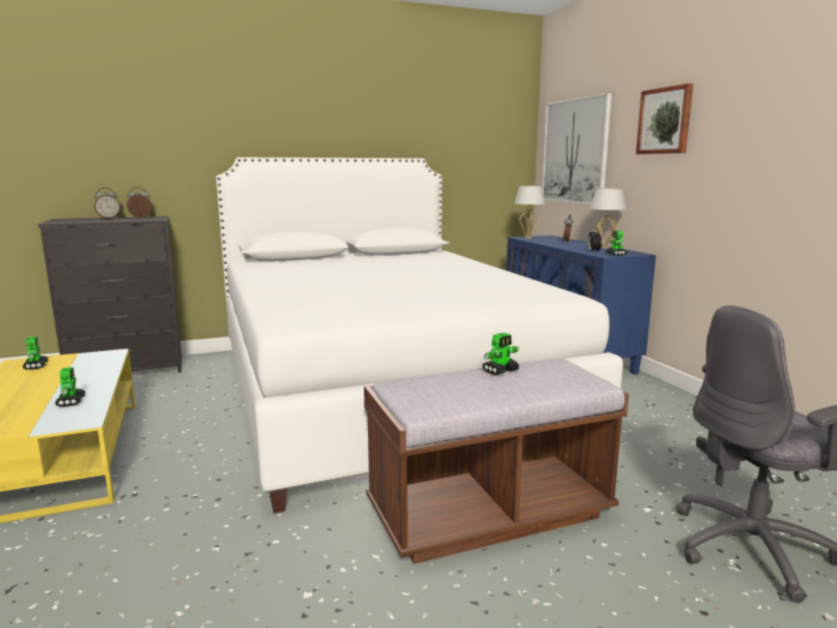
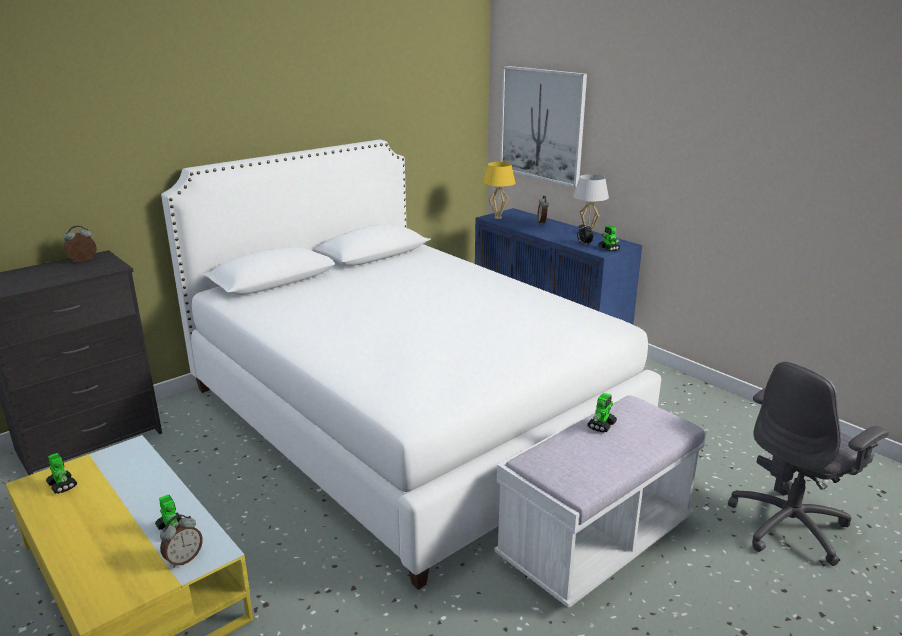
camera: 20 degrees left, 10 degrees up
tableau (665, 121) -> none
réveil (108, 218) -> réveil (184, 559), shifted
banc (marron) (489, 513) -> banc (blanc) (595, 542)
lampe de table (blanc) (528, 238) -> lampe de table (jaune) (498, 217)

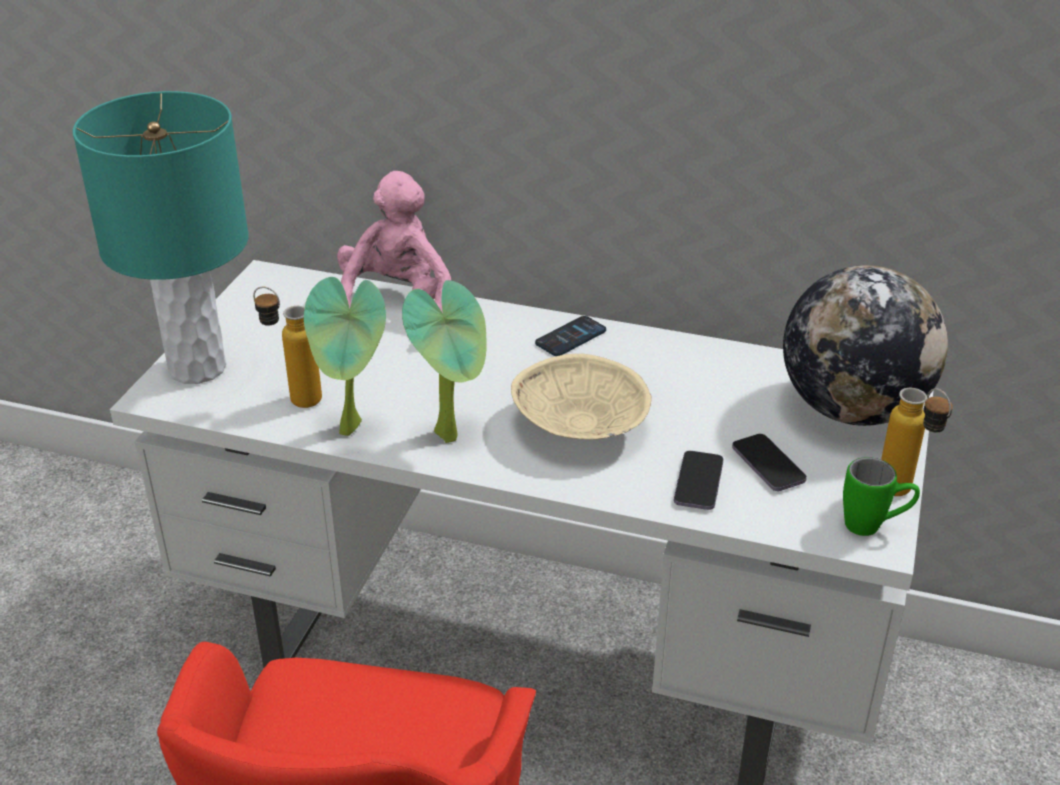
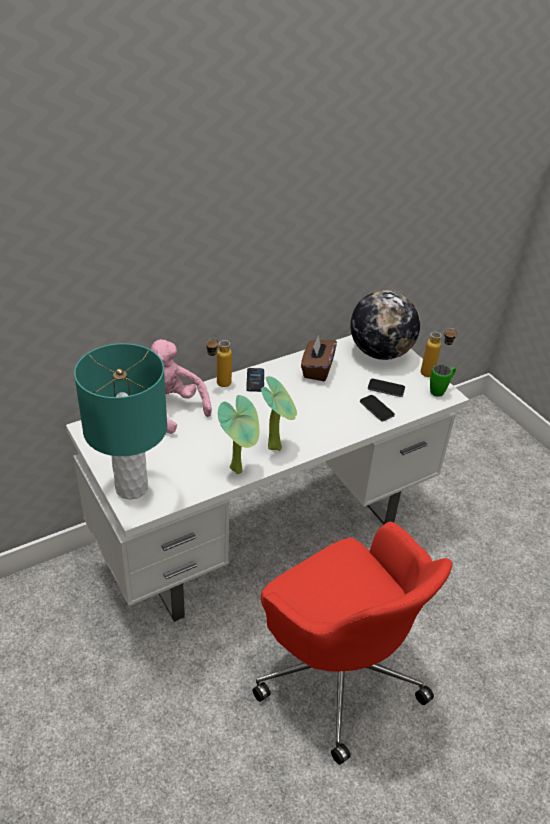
camera: 50 degrees left, 5 degrees up
bol (beige) (581, 426) -> none
none -> boîte à mouchoirs (marron) (317, 369)
bouteille (294, 398) -> bouteille (218, 385), shifted

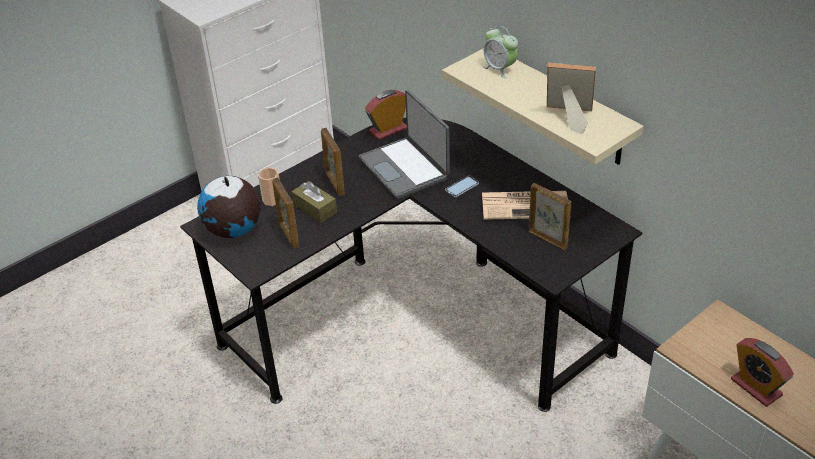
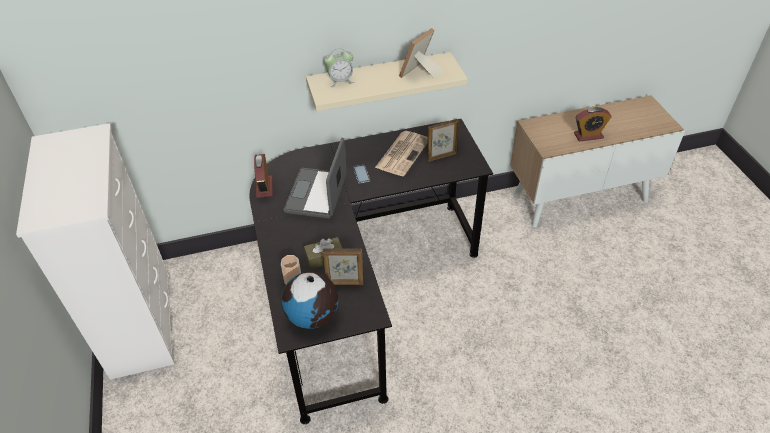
camera: 65 degrees left, 5 degrees up
cadre photo (334, 183) -> none
ordinateur portable (405, 168) -> ordinateur portable (317, 194), 105 degrees clockwise

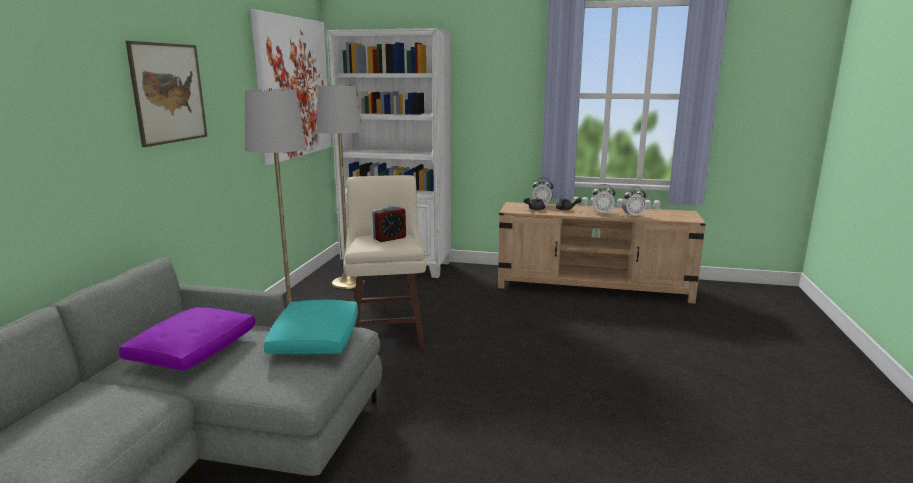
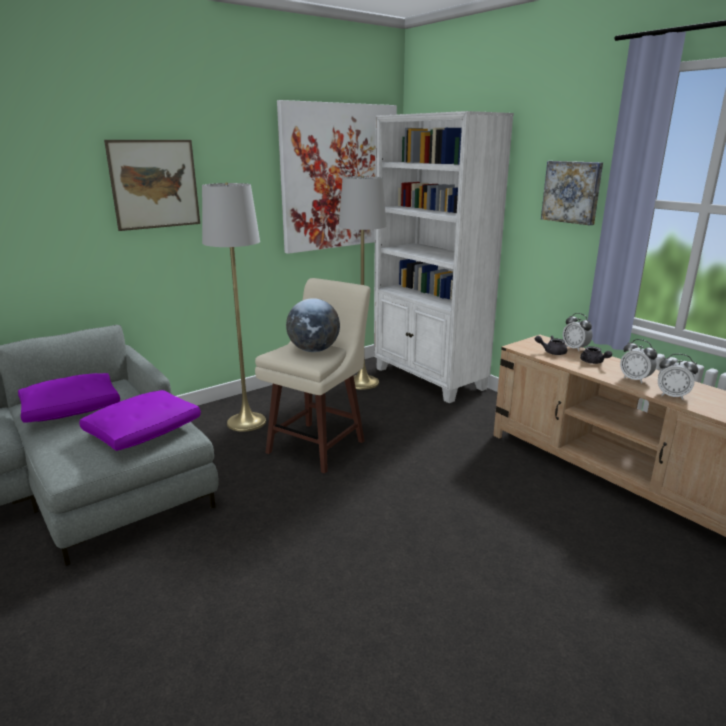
camera: 40 degrees right, 5 degrees up
none -> tableau (572, 192)
réveil (389, 238) -> globe (314, 350)
coussin (turquoise) (315, 340) -> coussin (violet) (144, 431)

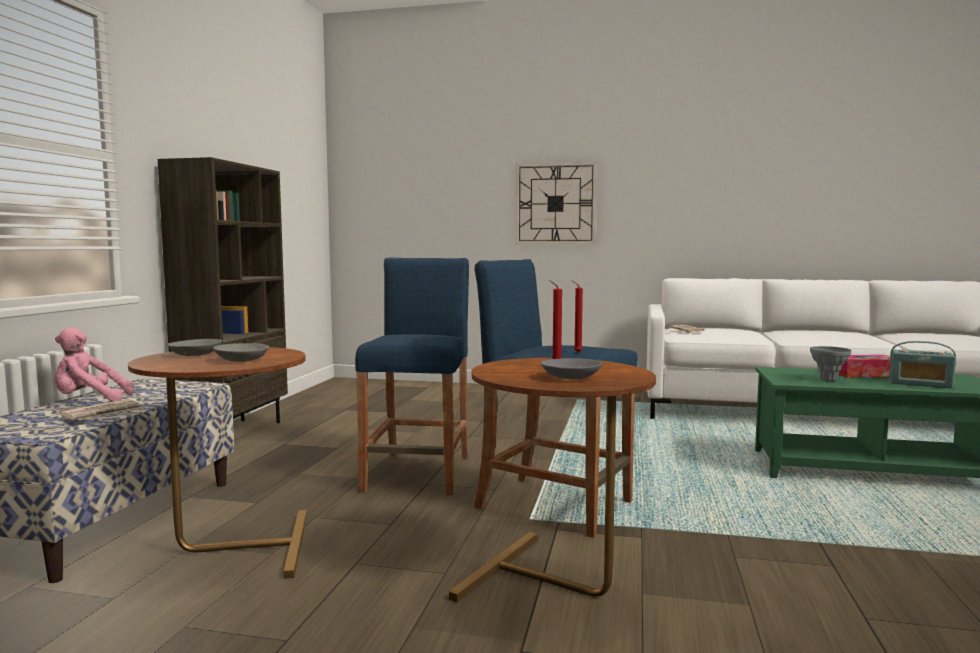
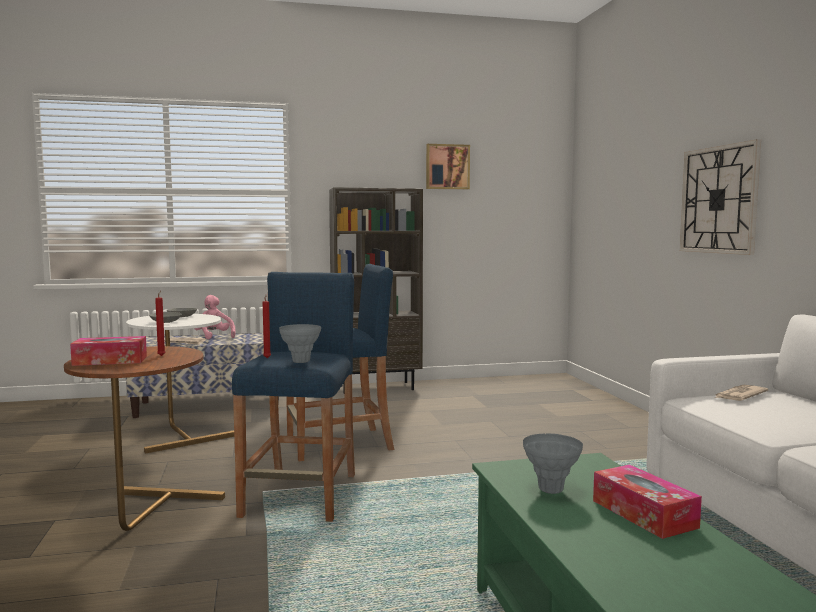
camera: 65 degrees right, 0 degrees up
radio (920, 384) -> none
none -> vase (gris) (300, 361)
none -> tableau (447, 167)
bol (gris) (570, 378) -> boîte à mouchoirs (110, 361)
table d'appoint (marron) (232, 549) -> table d'appoint (blanc) (180, 434)

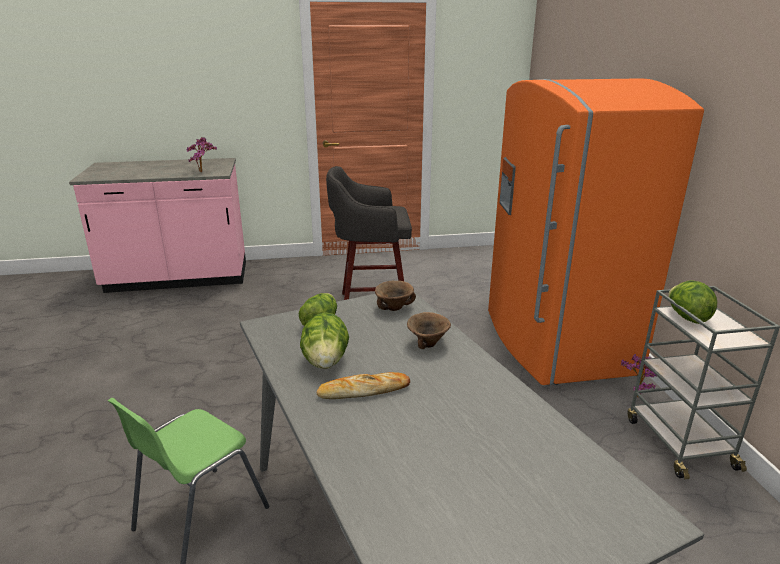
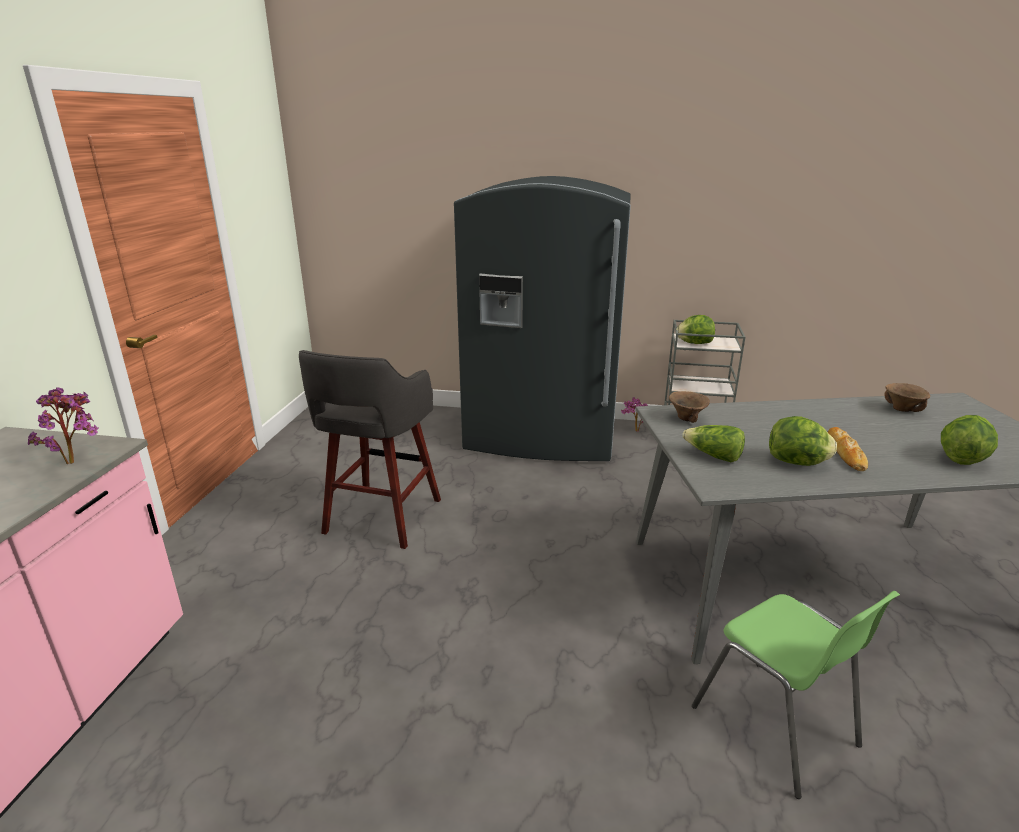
camera: 70 degrees left, 0 degrees up
none -> laitue (961, 459)
bol (marron) (428, 343) -> bol (marron) (901, 409), shifted
réfrigérateur (orange) (554, 342) -> réfrigérateur (gris) (541, 437)

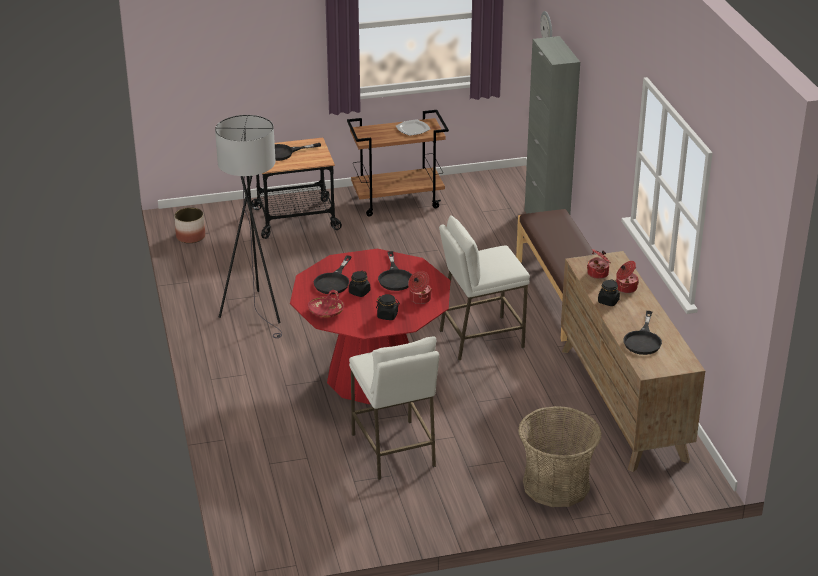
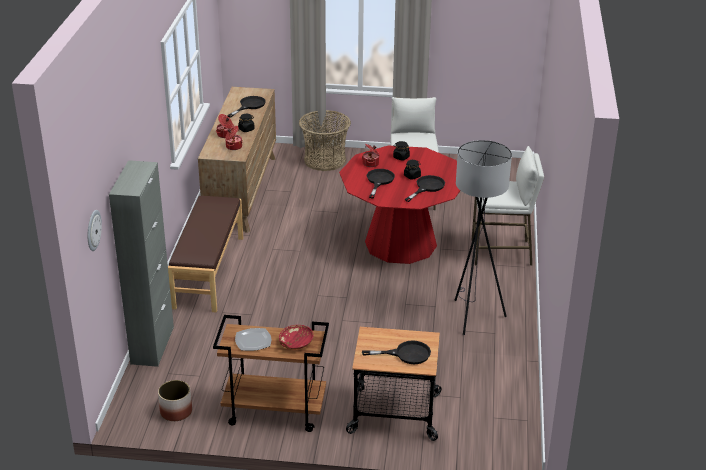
camera: 160 degrees left, 0 degrees up
cache-pot (190, 237) -> cache-pot (176, 411), shifted
bol (rouge) (326, 312) -> bol (rouge) (295, 343), shifted
tabouret (blanc) (480, 339) -> tabouret (blanc) (501, 252), shifted

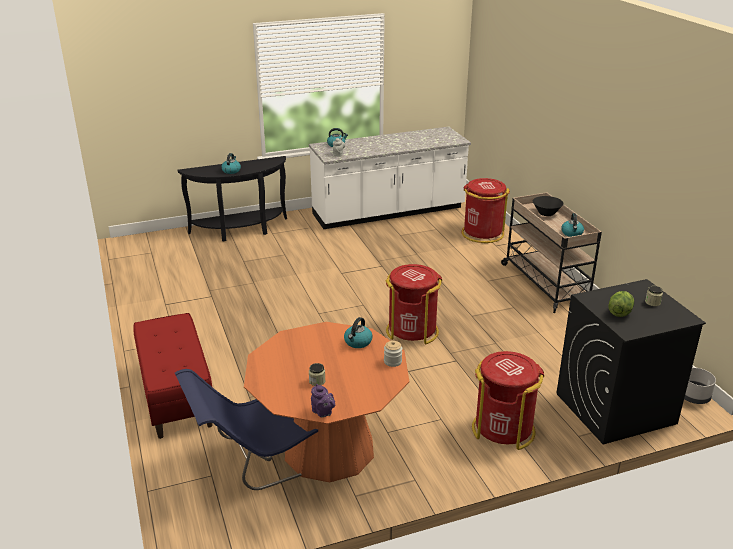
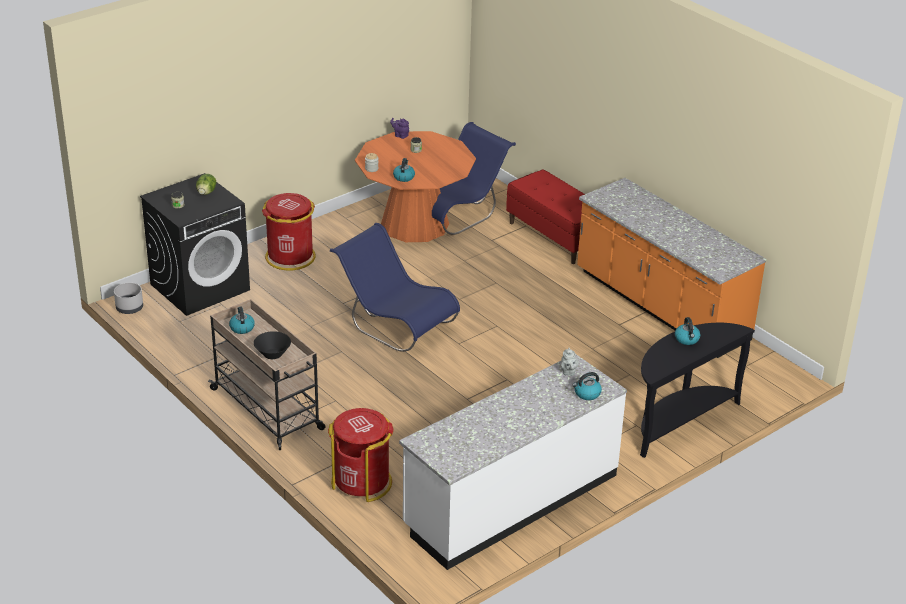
camera: 160 degrees right, 5 degrees up
none -> comptoir de cuisine (orange) (660, 306)
poubelle (rouge) (412, 331) -> chaise (bleu) (395, 324)

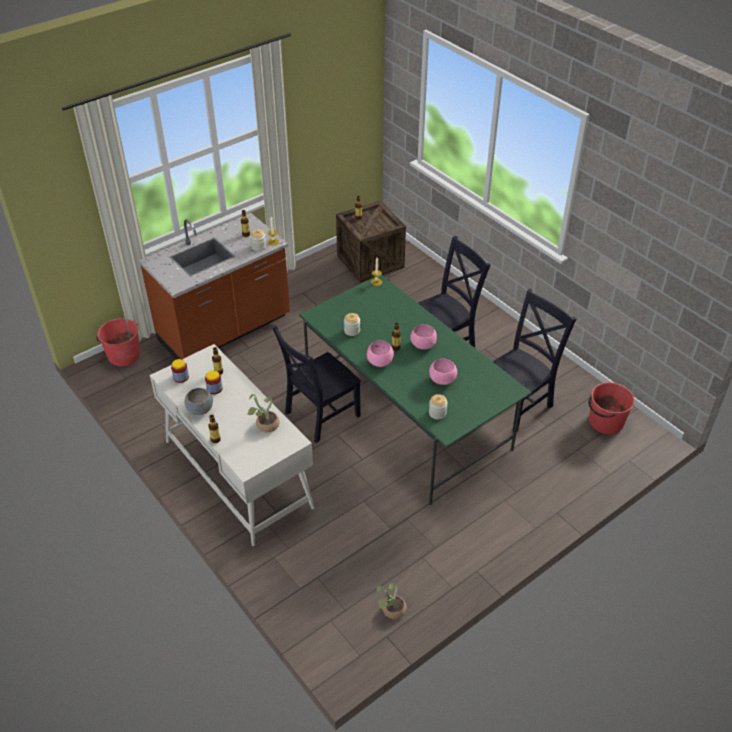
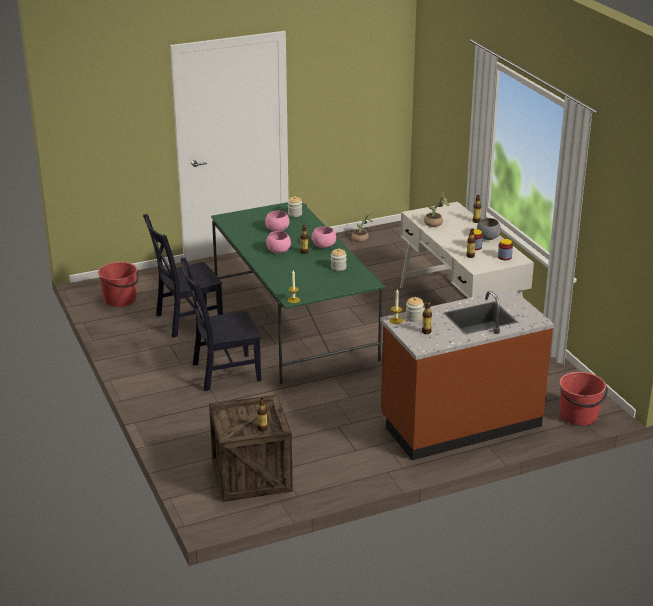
camera: 165 degrees left, 15 degrees down
chaise (noir) (319, 416) -> none

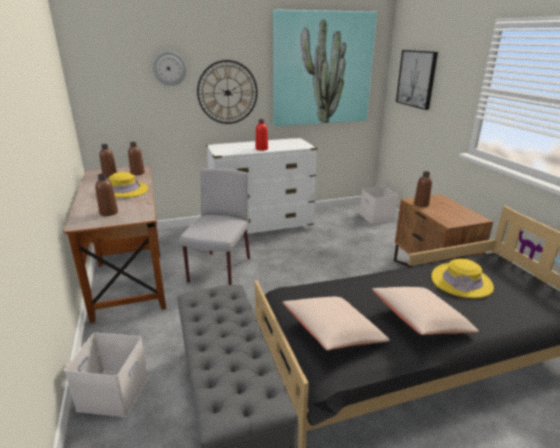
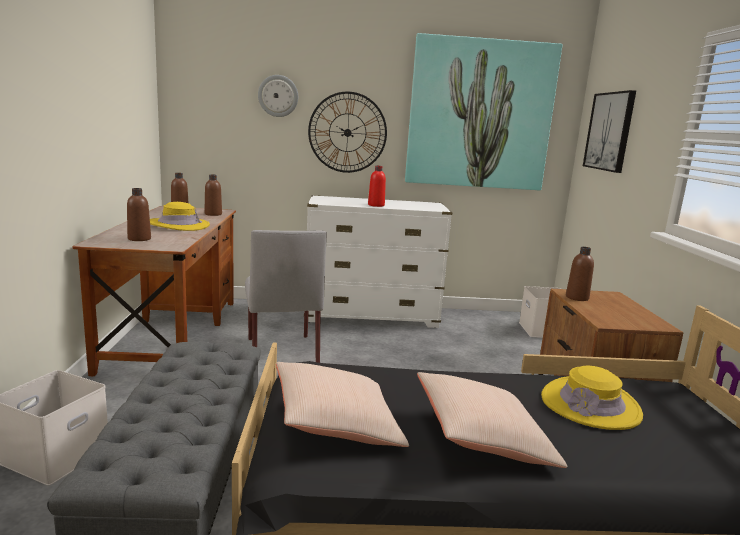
camera: 15 degrees right, 10 degrees down
chaise (gris) (219, 271) -> chaise (gris) (281, 353), 135 degrees clockwise

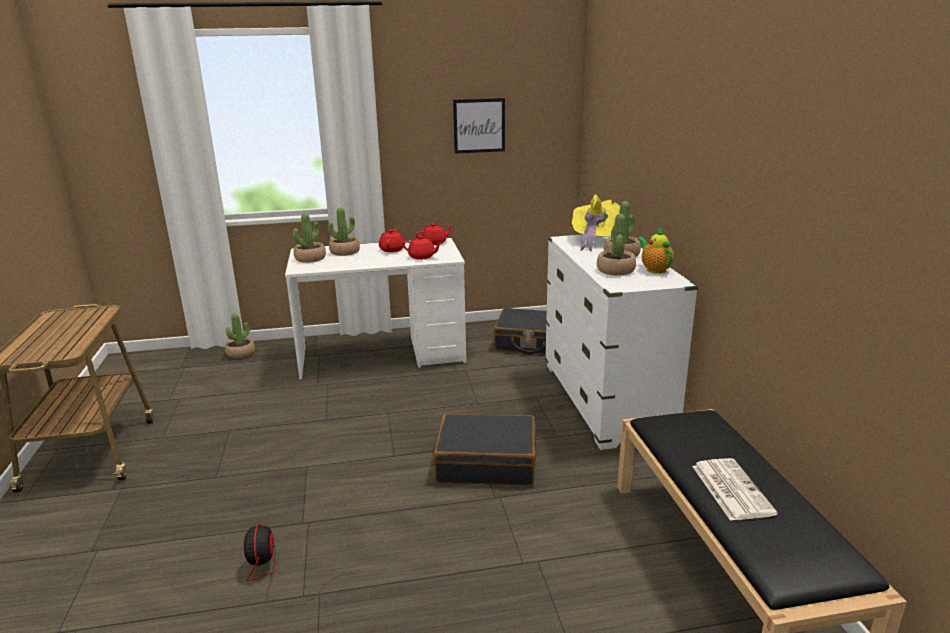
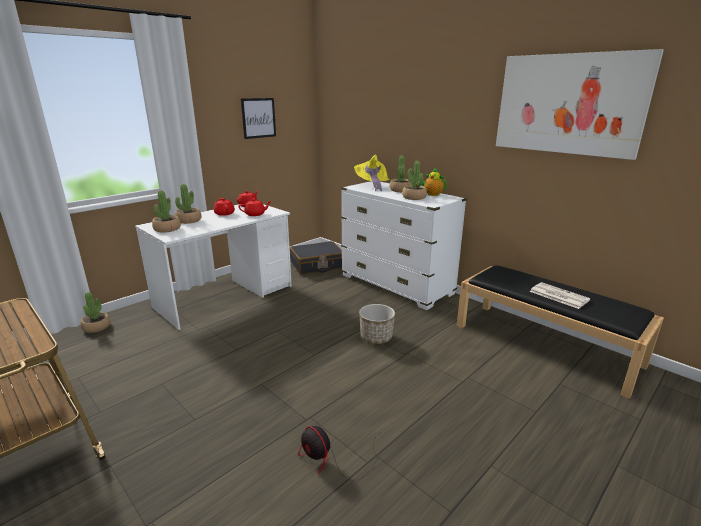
camera: 35 degrees left, 0 degrees up
none -> tableau (568, 104)
valise (noir) (486, 462) -> cache-pot (376, 338)

